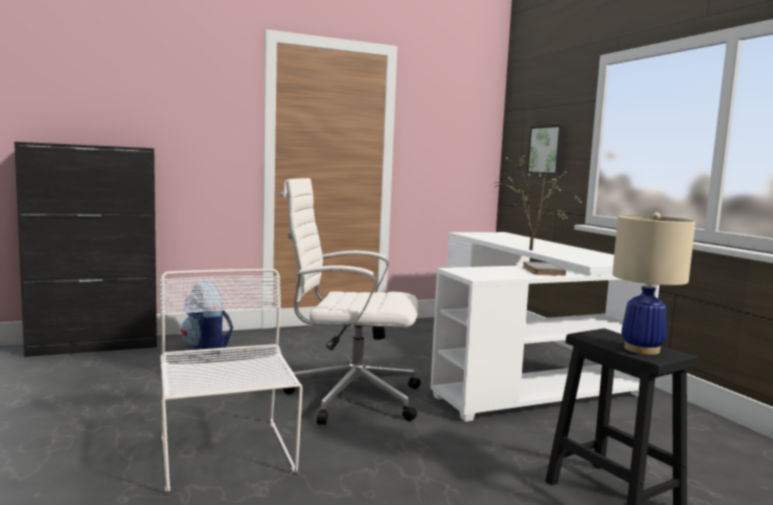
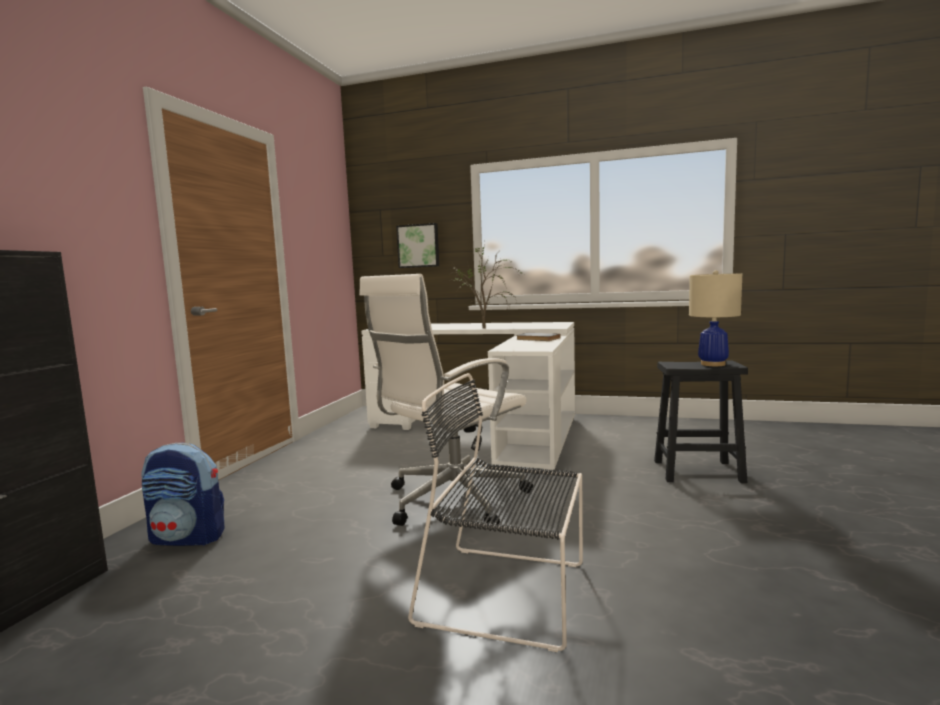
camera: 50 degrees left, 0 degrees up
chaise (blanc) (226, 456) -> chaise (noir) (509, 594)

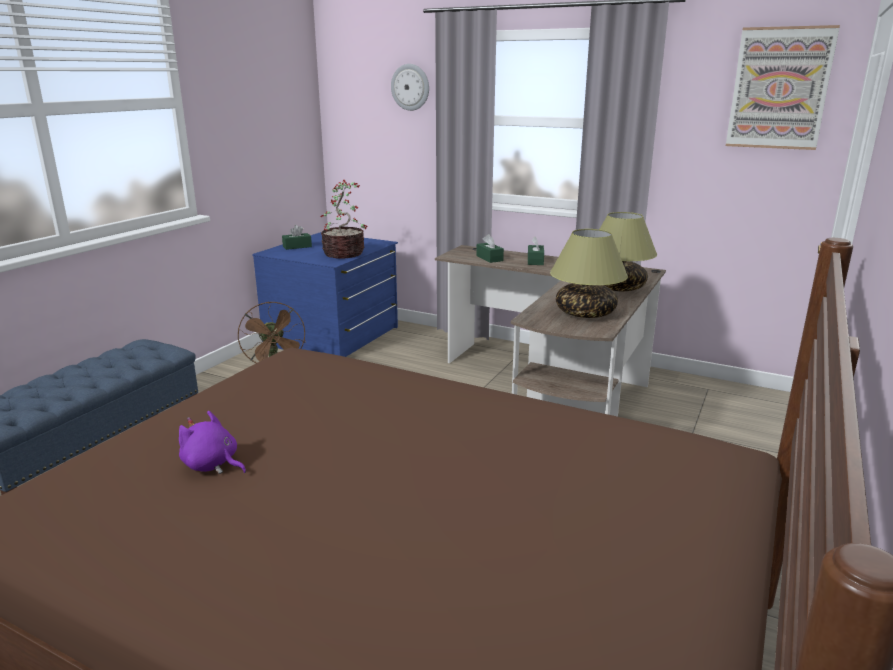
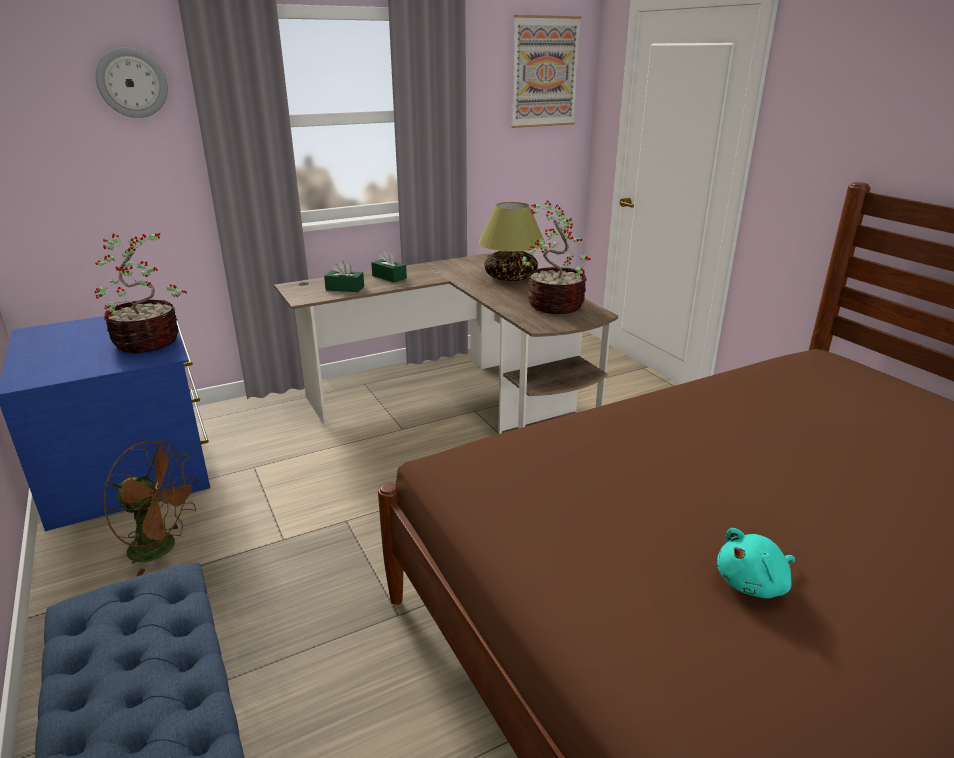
camera: 55 degrees left, 5 degrees up
boîte à mouchoirs (vert) (297, 246) -> none
lampe de table (586, 313) -> plante en pot (553, 305)
peluche (violet) (212, 465) -> peluche (turquoise) (753, 584)

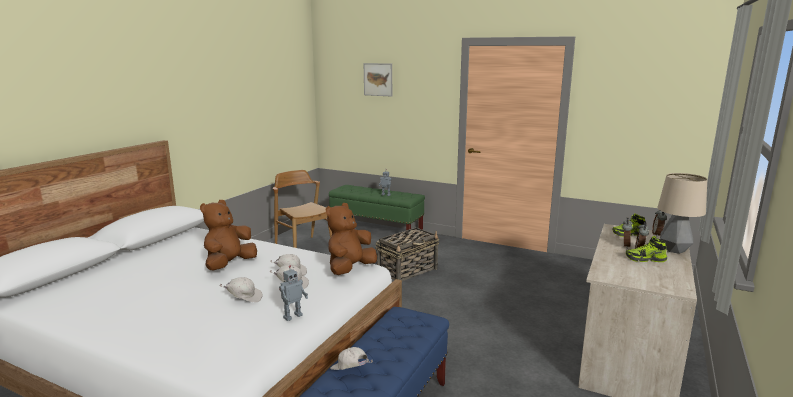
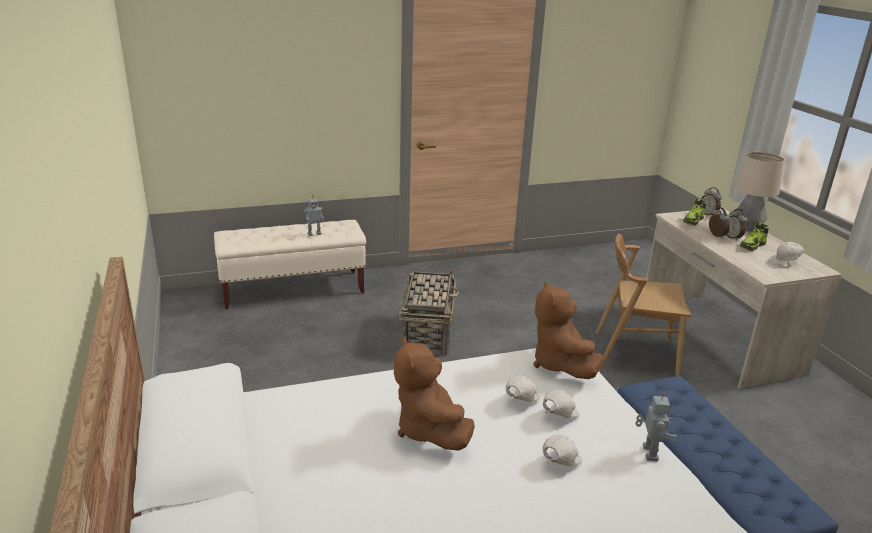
camera: 45 degrees left, 10 degrees up
tableau (378, 79) -> none
chaise (marron) (304, 248) -> chaise (marron) (634, 353), shifted
casquette (blanc) (350, 371) -> casquette (blanc) (785, 262), shifted
banc (vert) (376, 231) -> banc (beige) (293, 289)

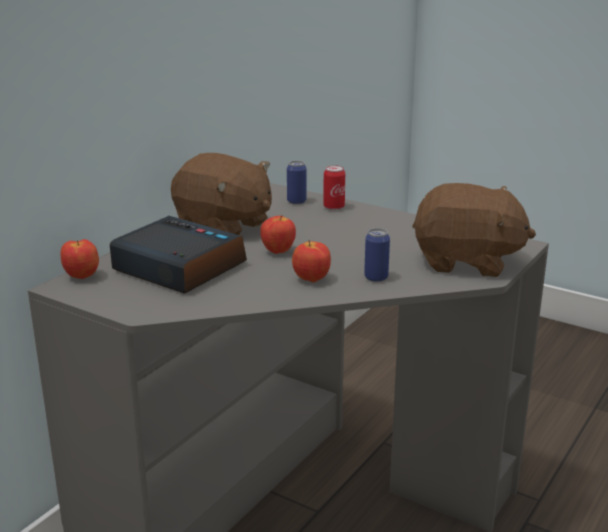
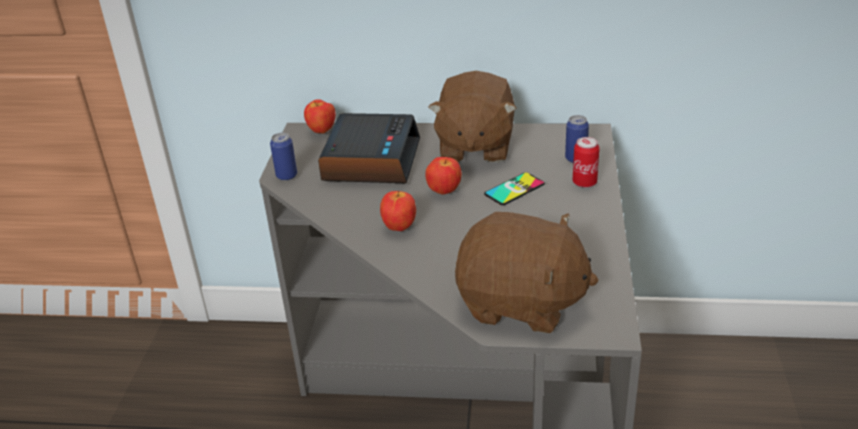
camera: 65 degrees right, 10 degrees up
none -> téléphone (514, 189)
boîte métallique (376, 278) -> boîte métallique (286, 176), shifted
peluche (marron) (467, 262) -> peluche (marron) (521, 304), 60 degrees counterclockwise

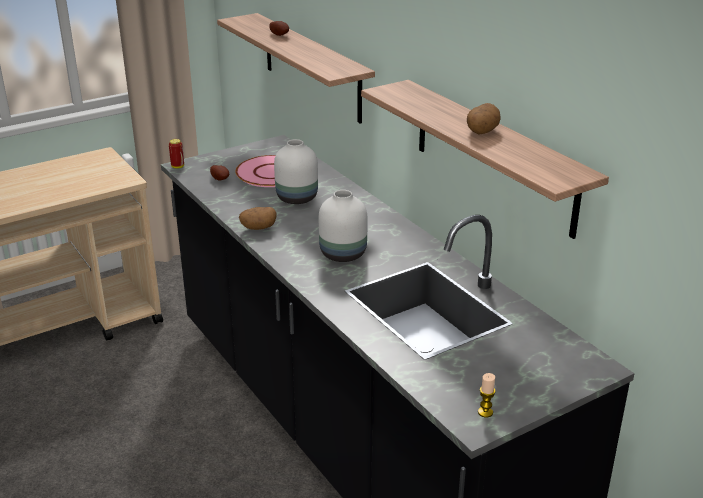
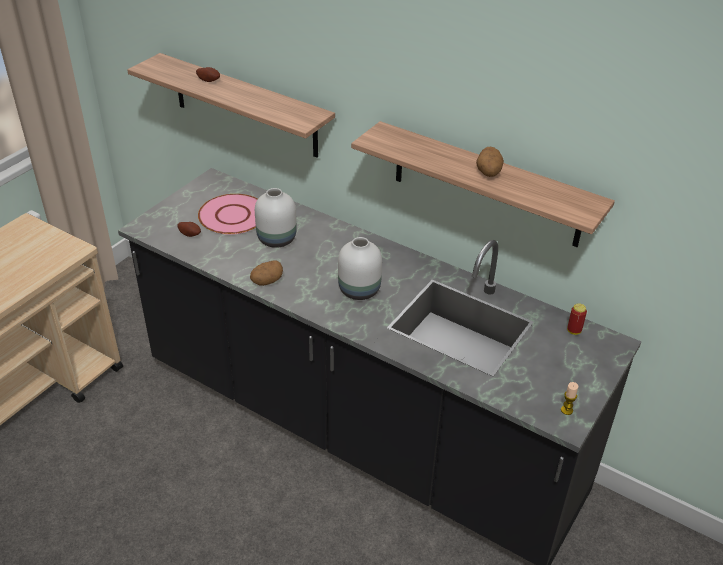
camera: 25 degrees left, 10 degrees up
boîte métallique (177, 166) -> boîte métallique (574, 331), shifted

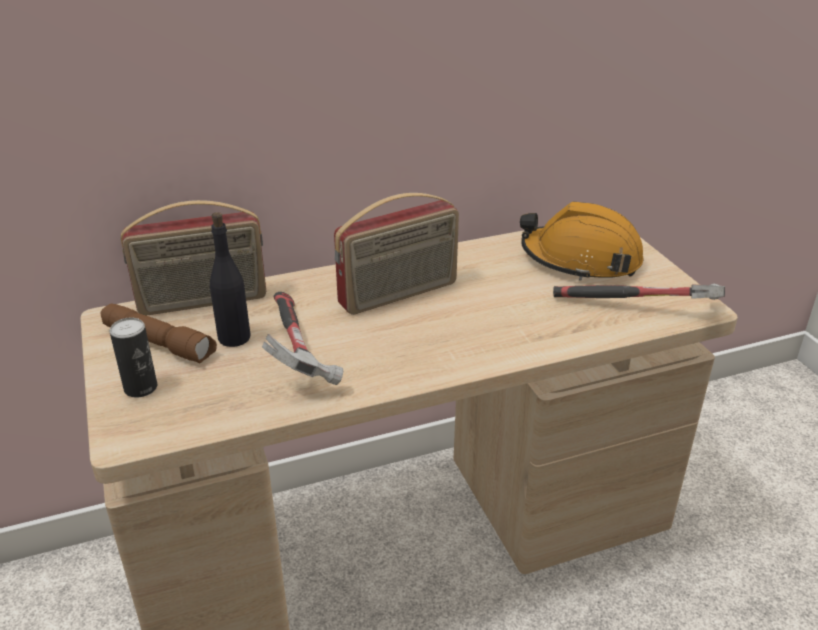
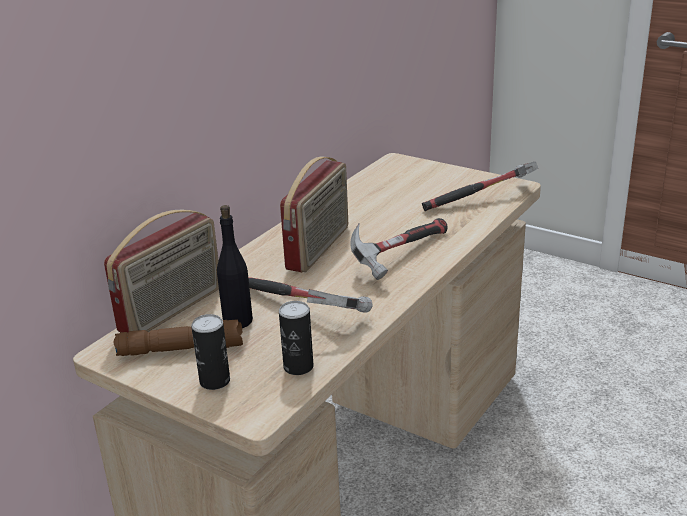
camera: 35 degrees left, 5 degrees down
casque de chantier (orange) (580, 260) -> none
none -> boîte métallique (298, 367)
none -> marteau (399, 257)

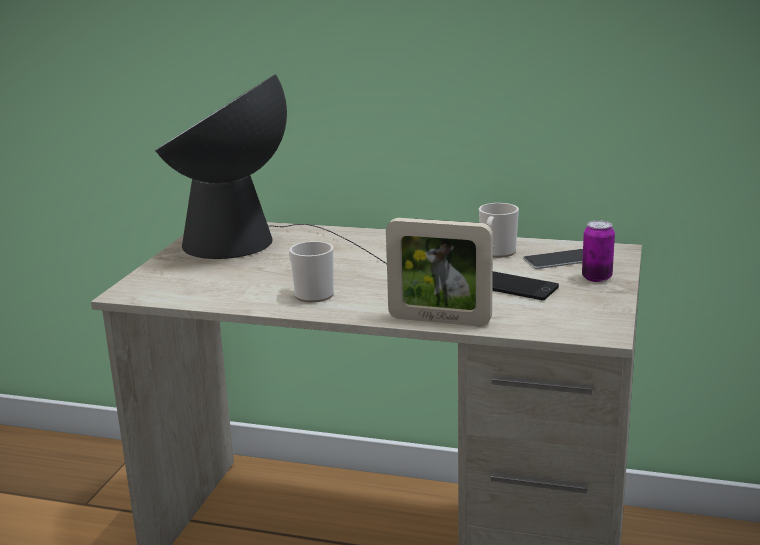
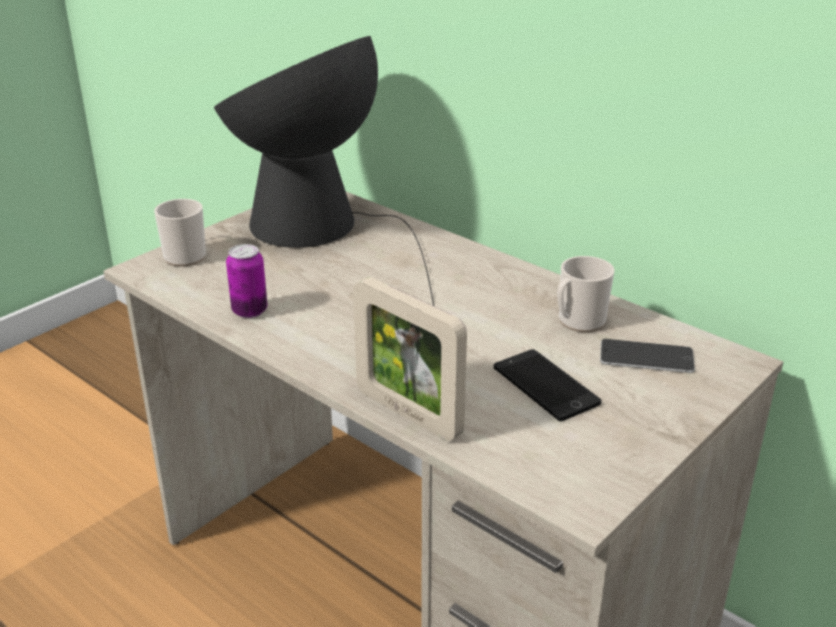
camera: 25 degrees right, 10 degrees up
mug (310, 294) -> mug (184, 254), shifted
boîte métallique (596, 278) -> boîte métallique (249, 311), shifted

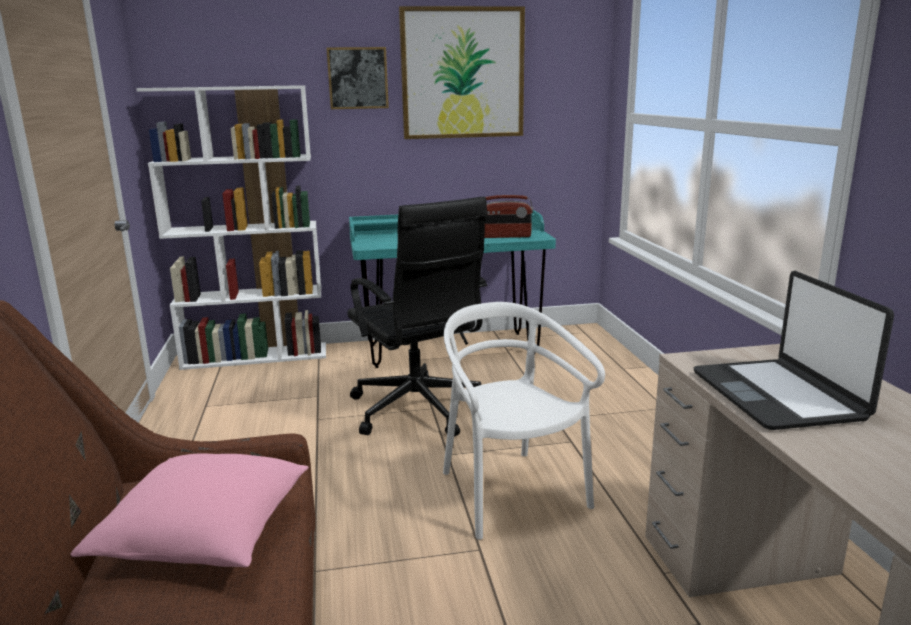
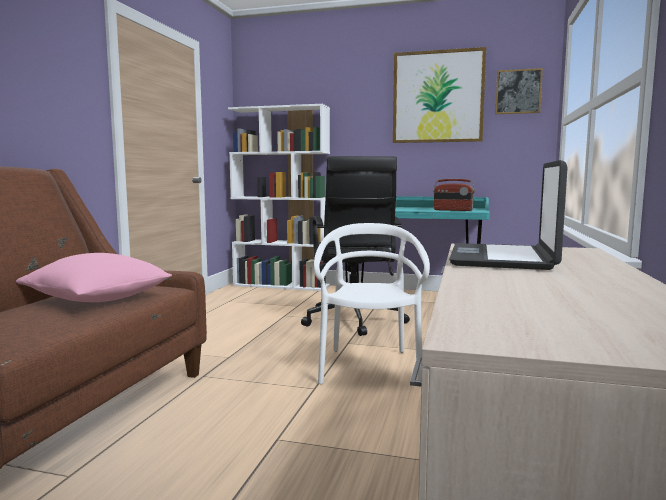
camera: 25 degrees right, 10 degrees down
tableau (358, 78) -> tableau (518, 92), shifted

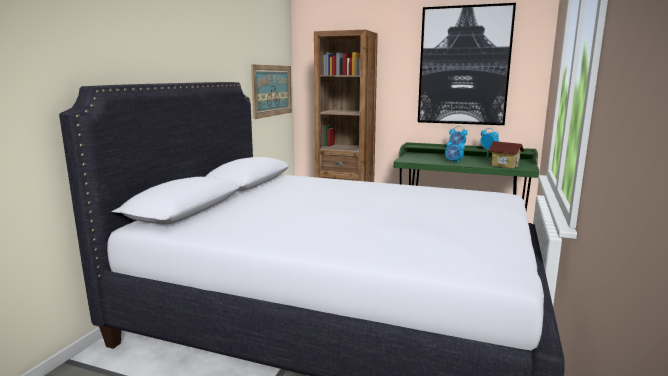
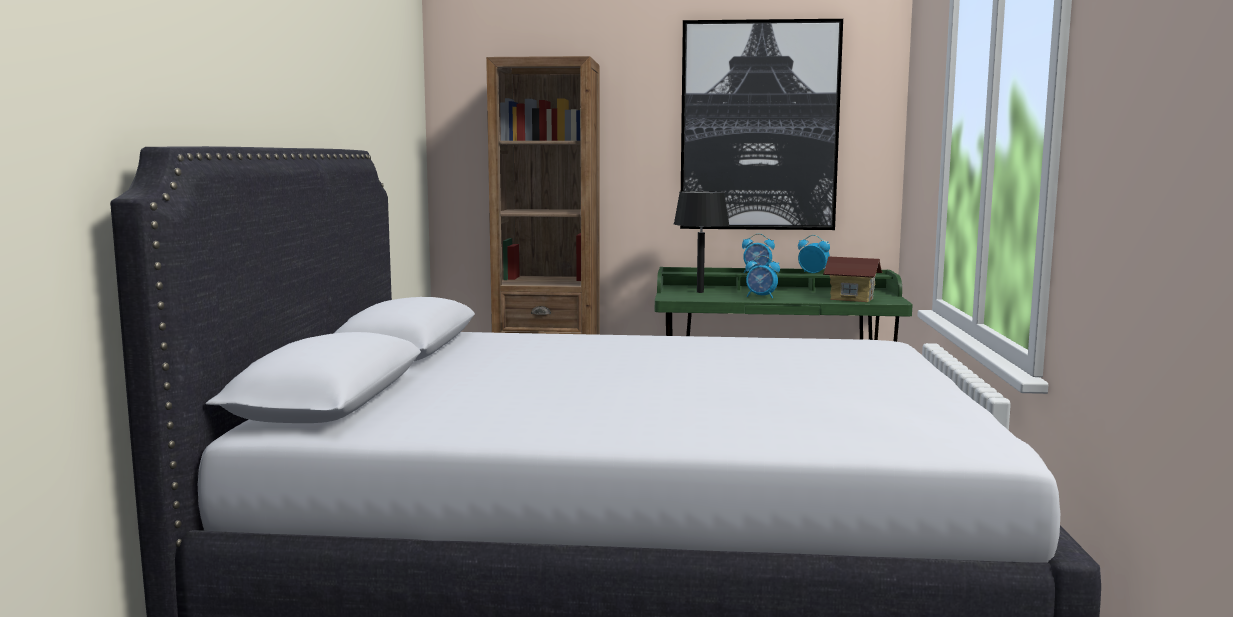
camera: 15 degrees left, 5 degrees down
tableau (272, 90) -> none
none -> lampe de table (noir) (700, 292)

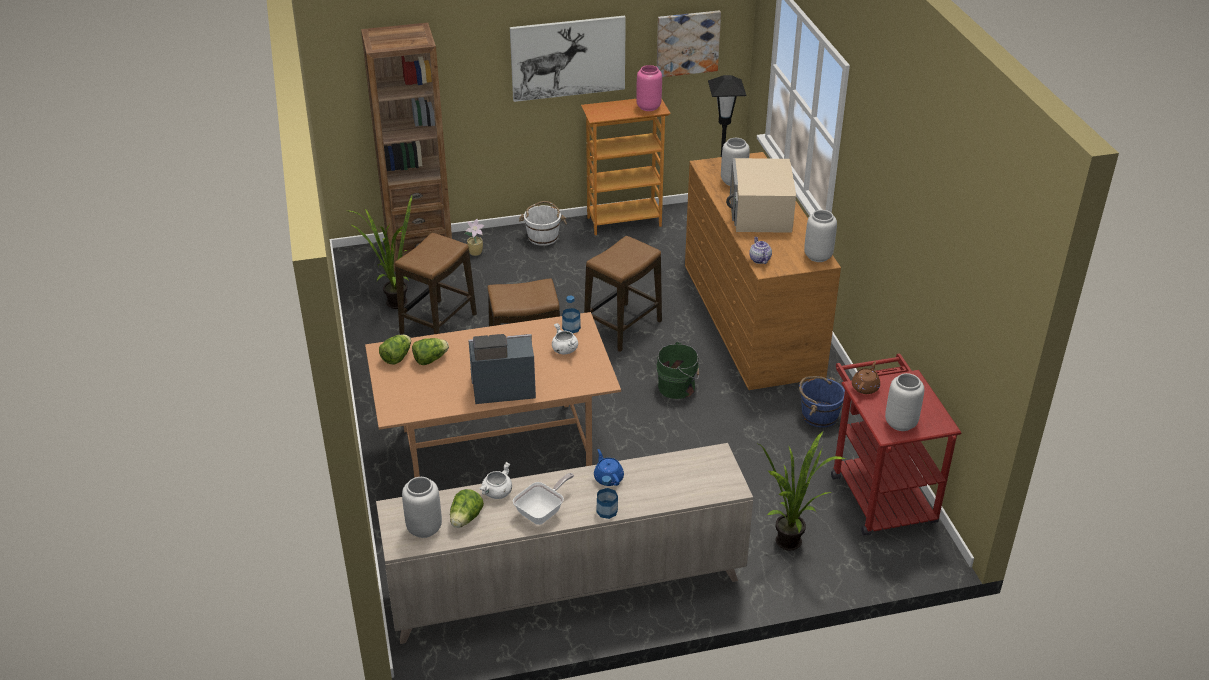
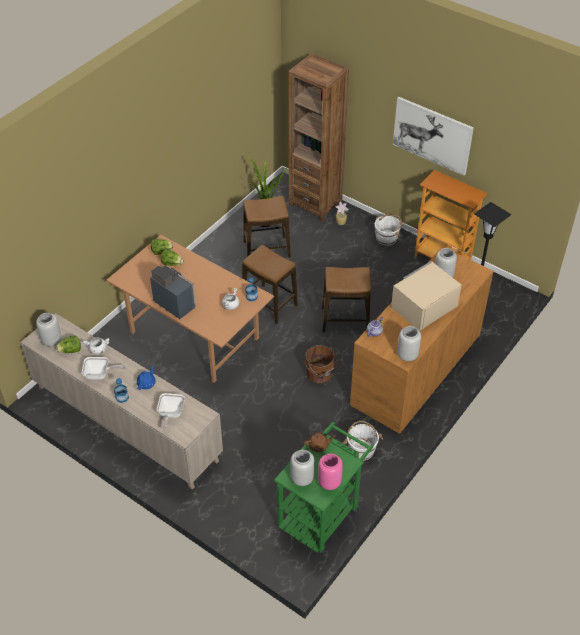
camera: 50 degrees right, 10 degrees up
tableau (687, 43) -> none
plante en pot (792, 546) -> none
none -> poêle (170, 414)
vase (rose) (648, 107) -> vase (rose) (330, 482), shifted
seau (vert) (678, 387) -> seau (marron) (320, 374)
seau (bleu) (819, 415) -> seau (blanc) (361, 449)
chariot (rouge) (878, 492) -> chariot (vert) (322, 513)

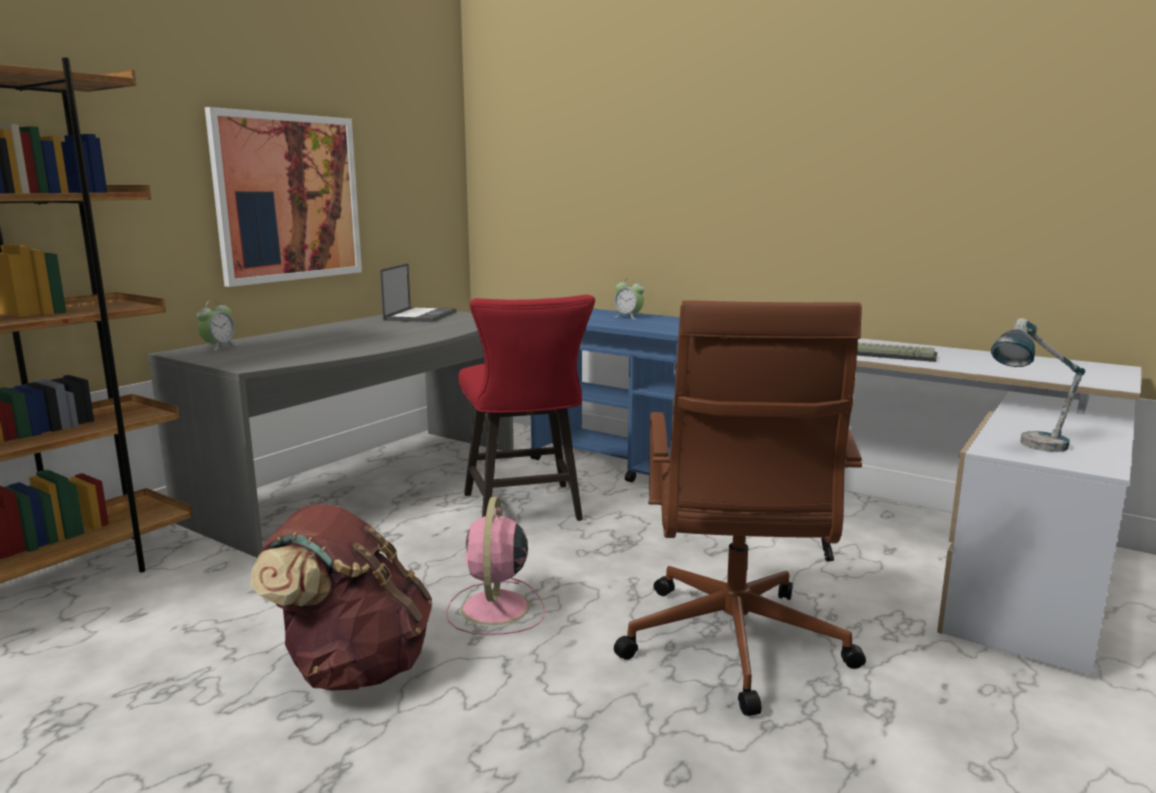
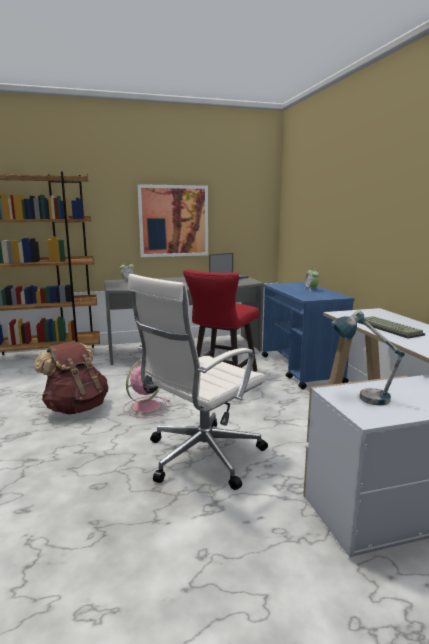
camera: 40 degrees right, 0 degrees up
chaise de bureau (marron) (733, 646) -> chaise de bureau (blanc) (200, 456)

